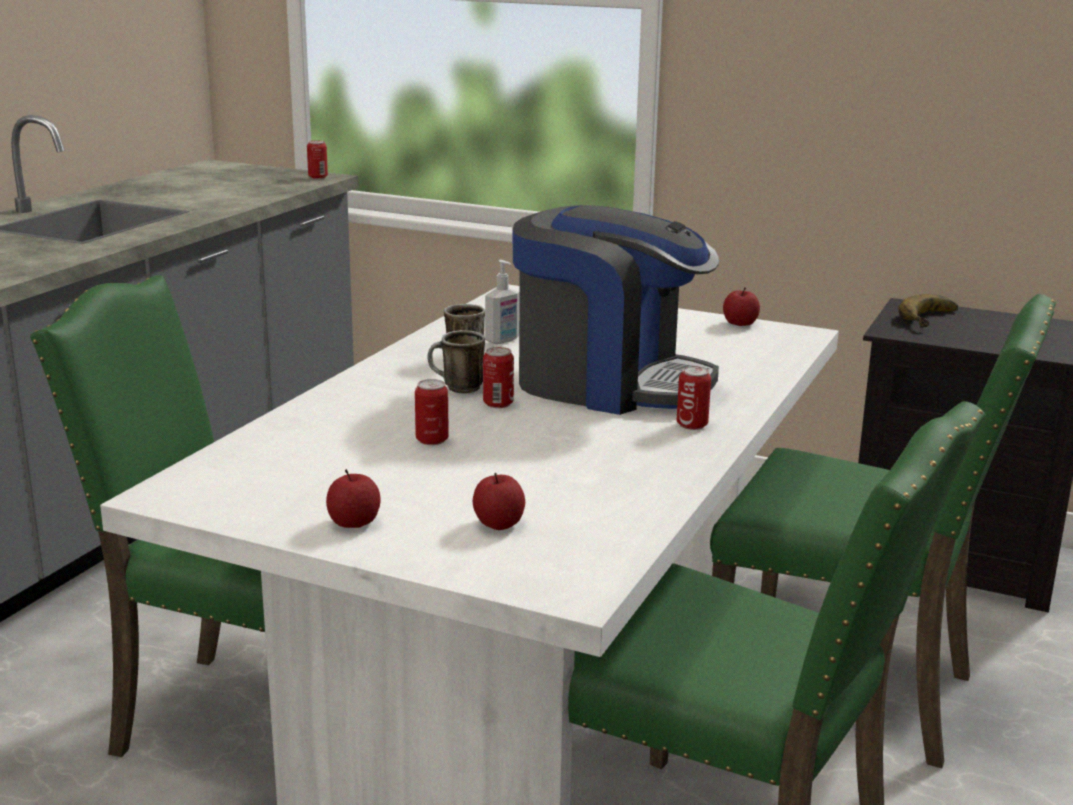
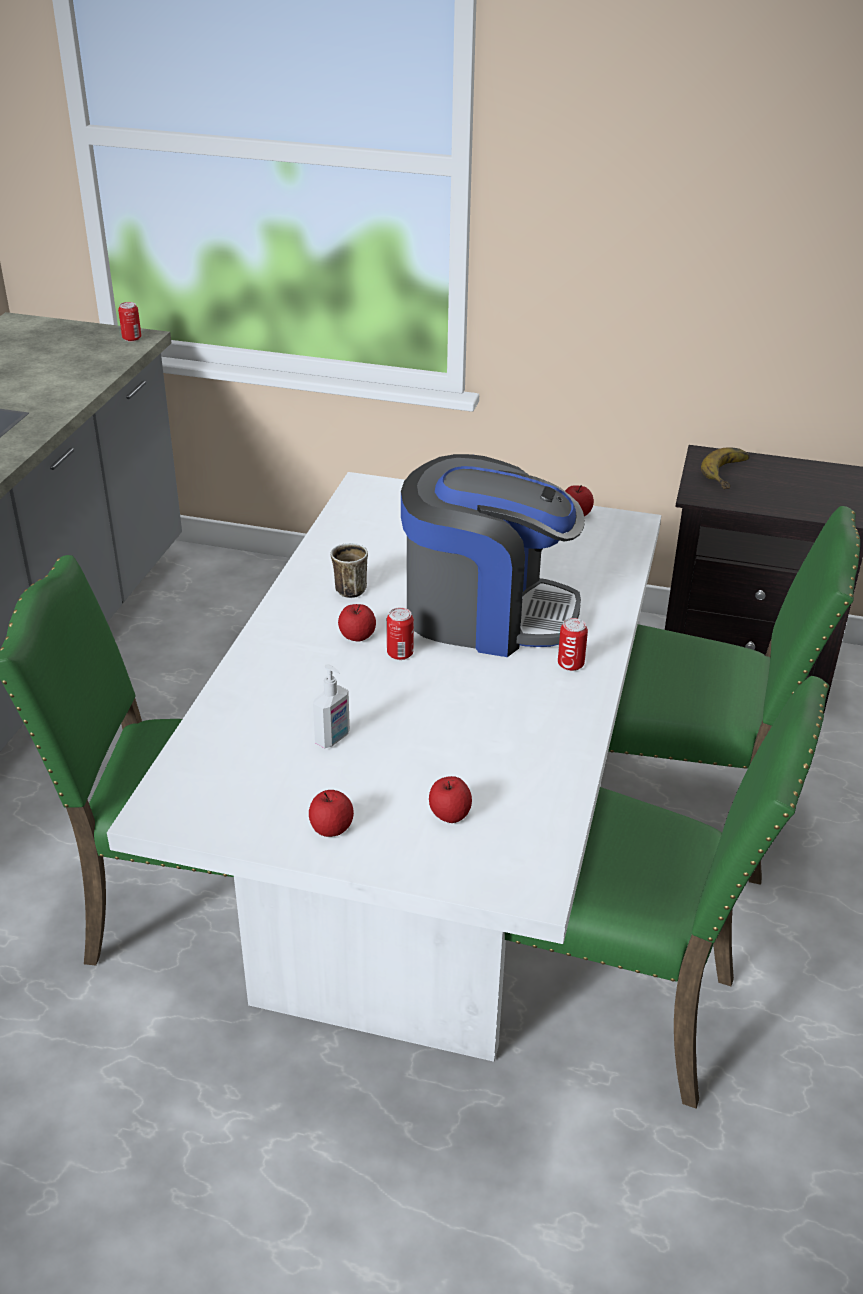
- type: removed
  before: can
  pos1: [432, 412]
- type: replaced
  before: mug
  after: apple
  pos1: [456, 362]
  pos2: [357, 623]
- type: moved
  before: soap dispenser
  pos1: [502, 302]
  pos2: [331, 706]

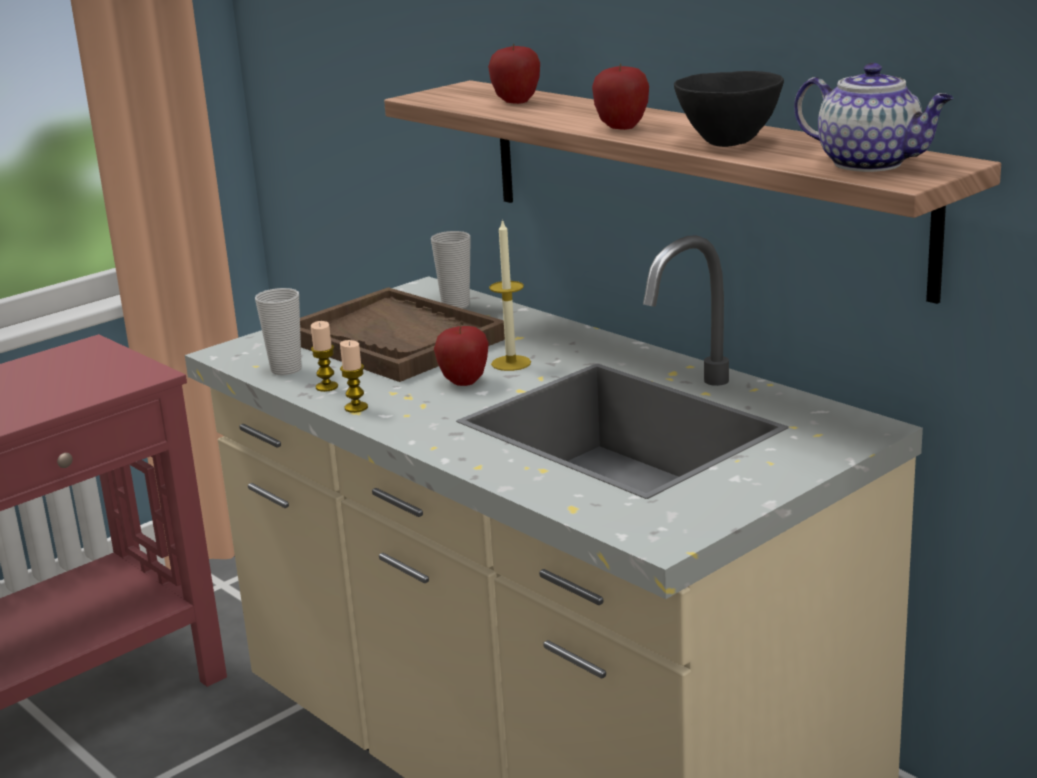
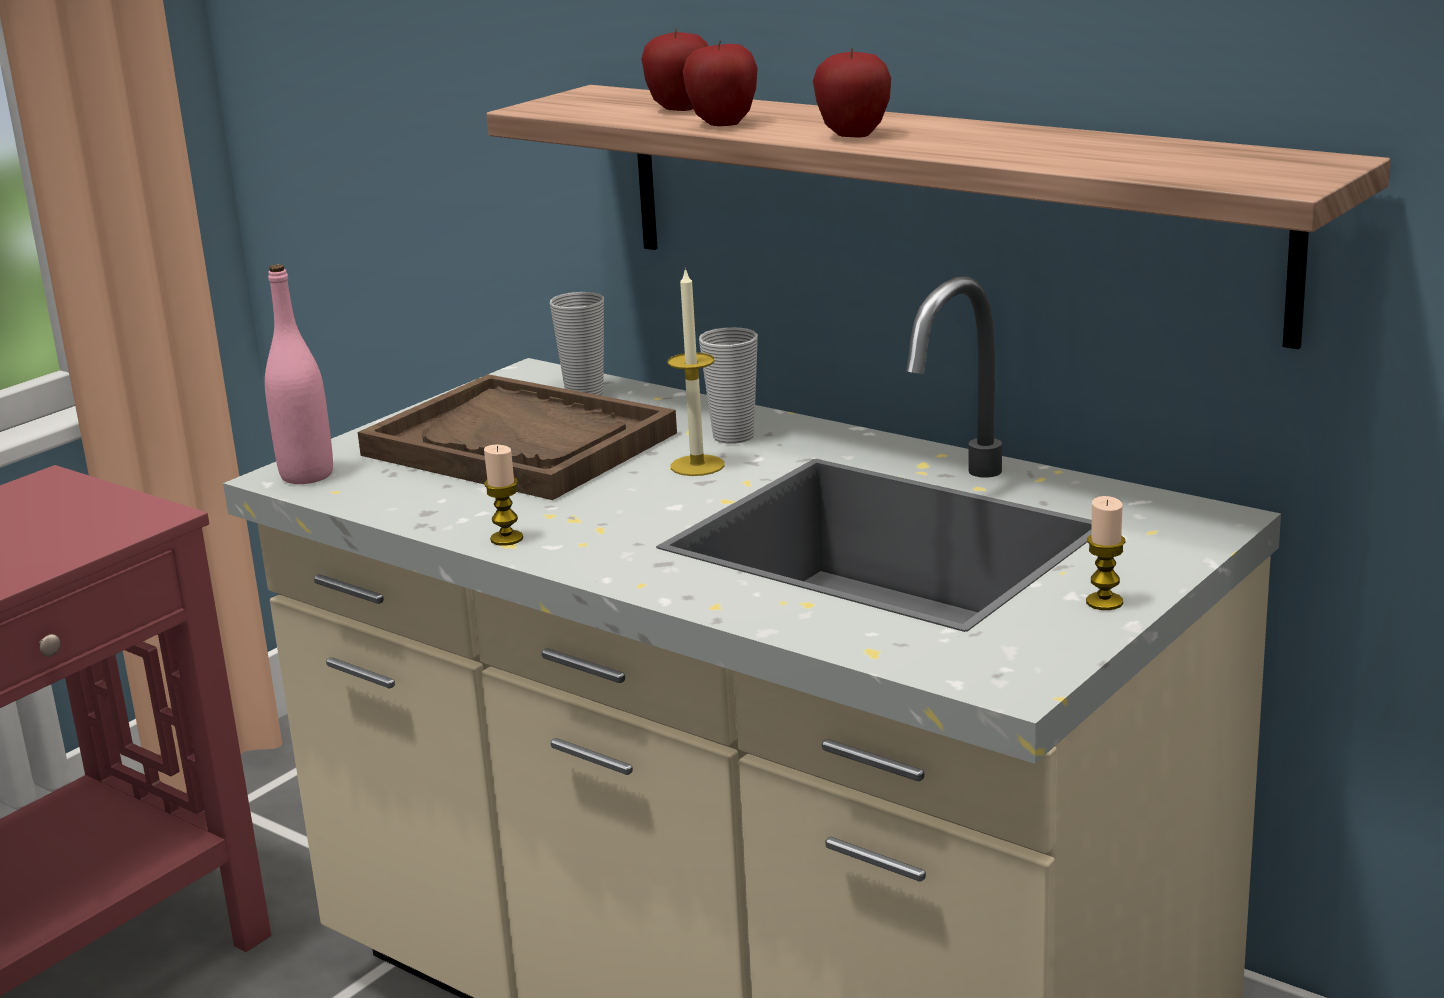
- type: moved
  before: cup
  pos1: [278, 331]
  pos2: [728, 385]
- type: moved
  before: candle
  pos1: [324, 356]
  pos2: [1105, 553]
- type: moved
  before: apple
  pos1: [461, 355]
  pos2: [720, 83]
- type: removed
  before: bowl in black
  pos1: [729, 109]
- type: removed
  before: teapot
  pos1: [874, 117]
- type: added
  after: bottle in pink
  pos2: [299, 374]

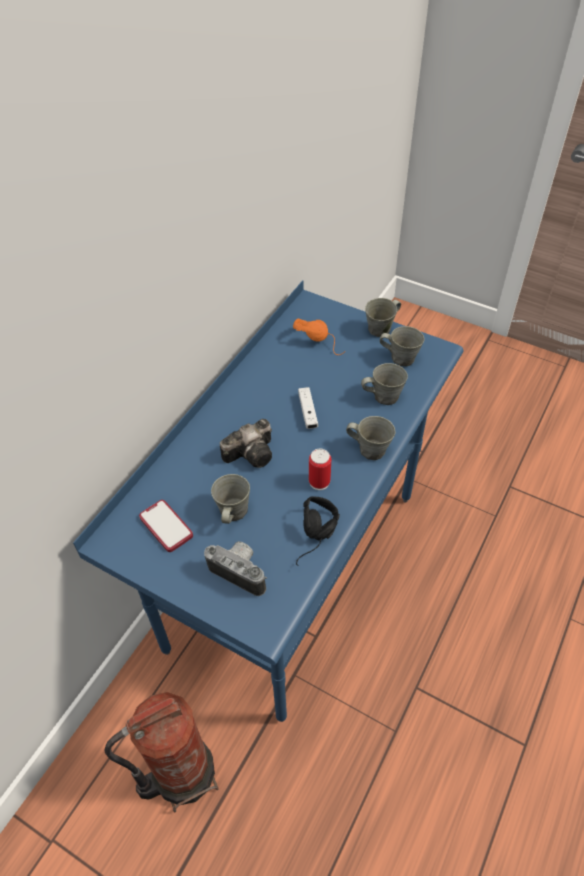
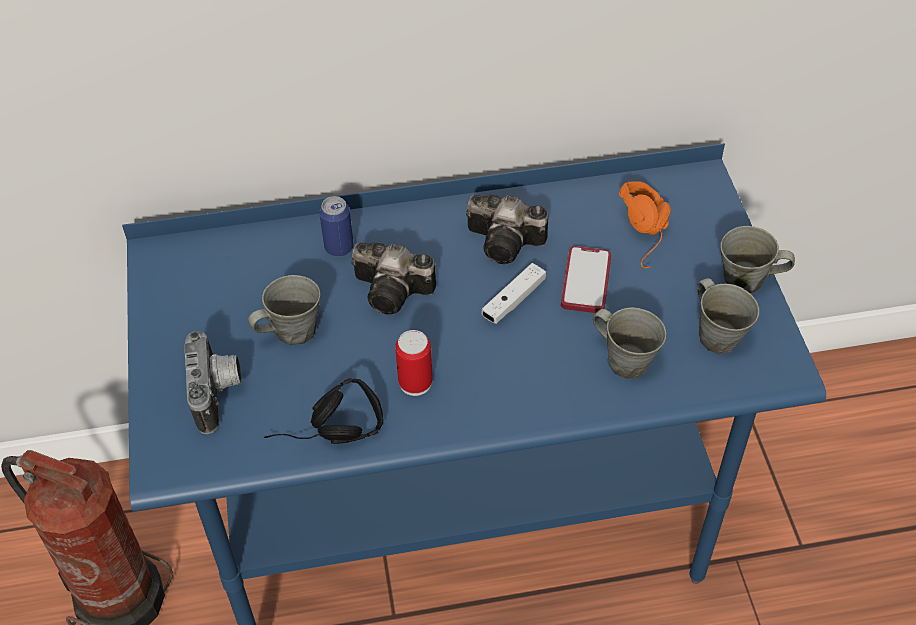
- type: moved
  before: phone
  pos1: [166, 526]
  pos2: [586, 279]
- type: removed
  before: mug in grey
  pos1: [370, 438]
- type: added
  after: can
  pos2: [336, 226]
- type: added
  after: photo camera
  pos2: [507, 229]

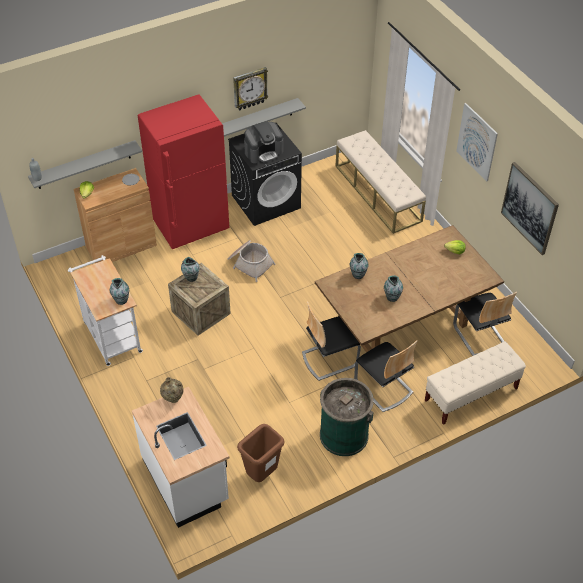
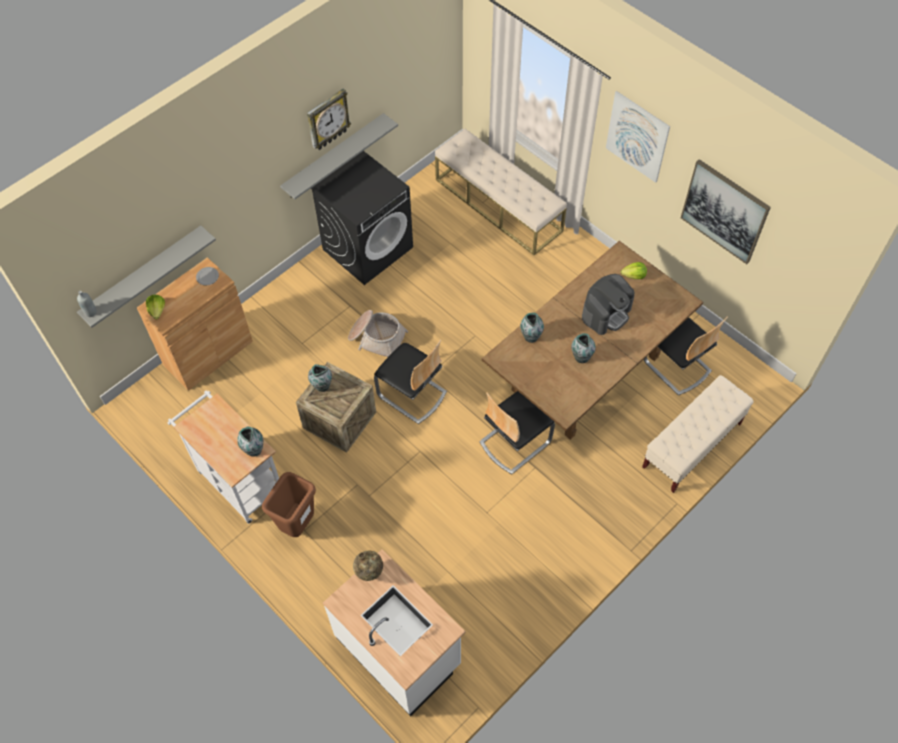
- type: removed
  before: fridge in red
  pos1: [183, 171]
- type: moved
  before: trash can in brown
  pos1: [260, 453]
  pos2: [289, 504]
- type: moved
  before: coffee machine
  pos1: [263, 142]
  pos2: [608, 304]
- type: removed
  before: trash can in green
  pos1: [347, 417]
- type: moved
  before: chair
  pos1: [386, 376]
  pos2: [410, 381]

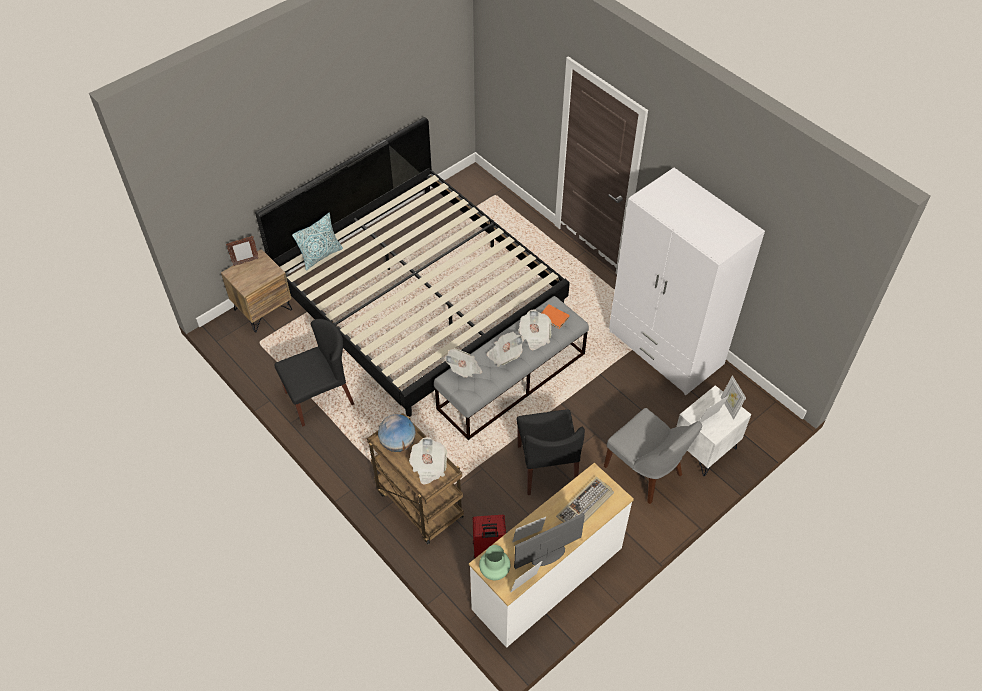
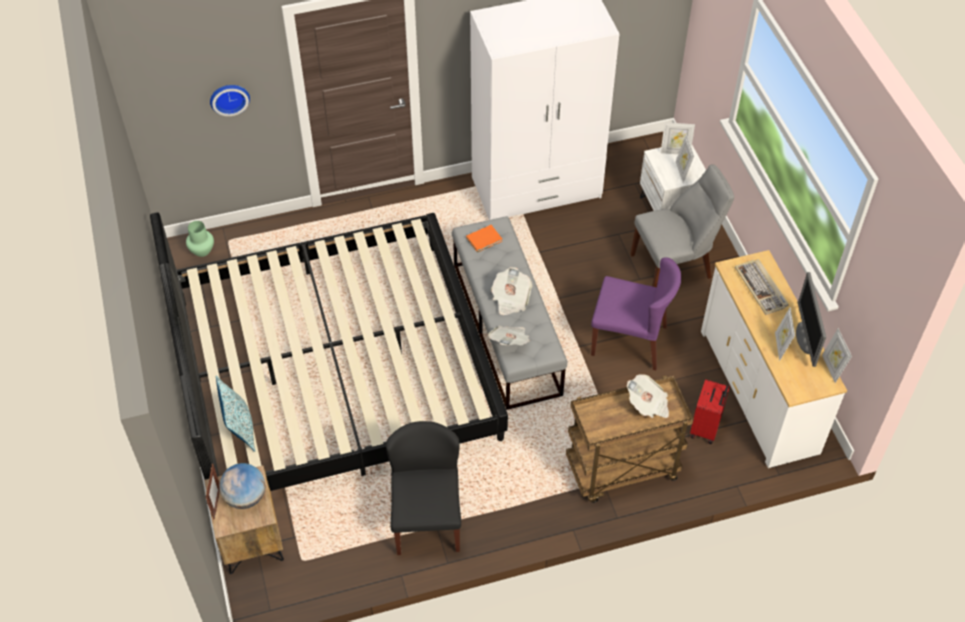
- type: moved
  before: globe
  pos1: [397, 433]
  pos2: [242, 486]
- type: moved
  before: vase in green
  pos1: [494, 562]
  pos2: [200, 239]
- type: recoloured
  before: chair in black
  after: chair in purple
  pos1: [551, 452]
  pos2: [636, 313]
- type: removed
  before: newspaper
  pos1: [534, 329]
- type: added
  after: wall clock
  pos2: [230, 100]

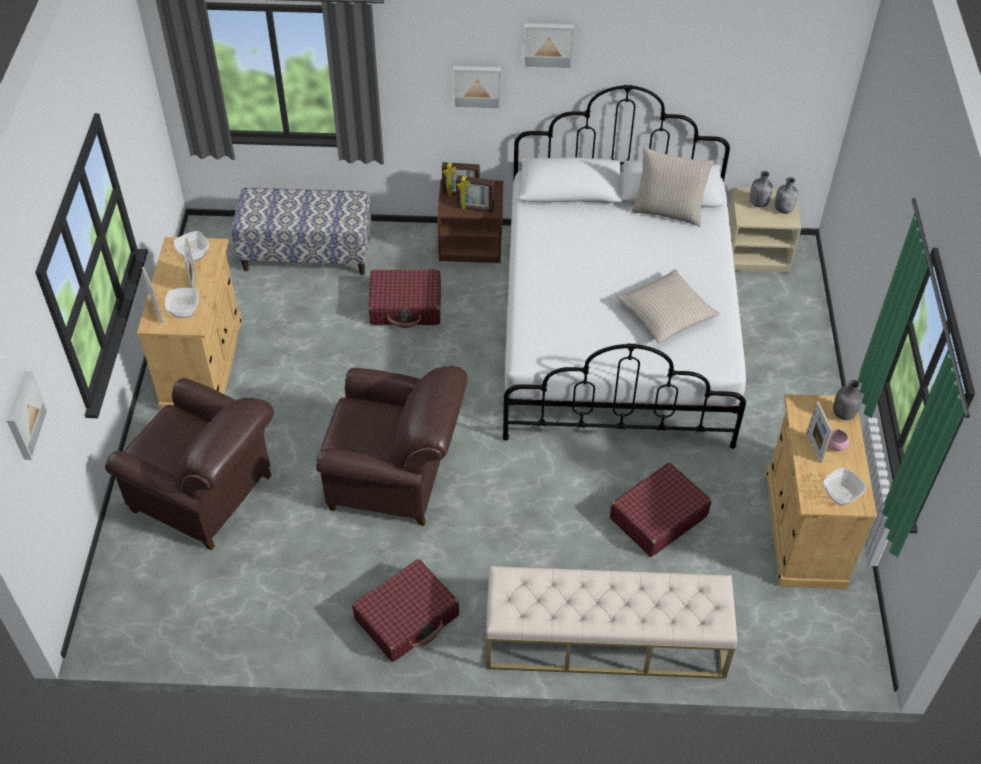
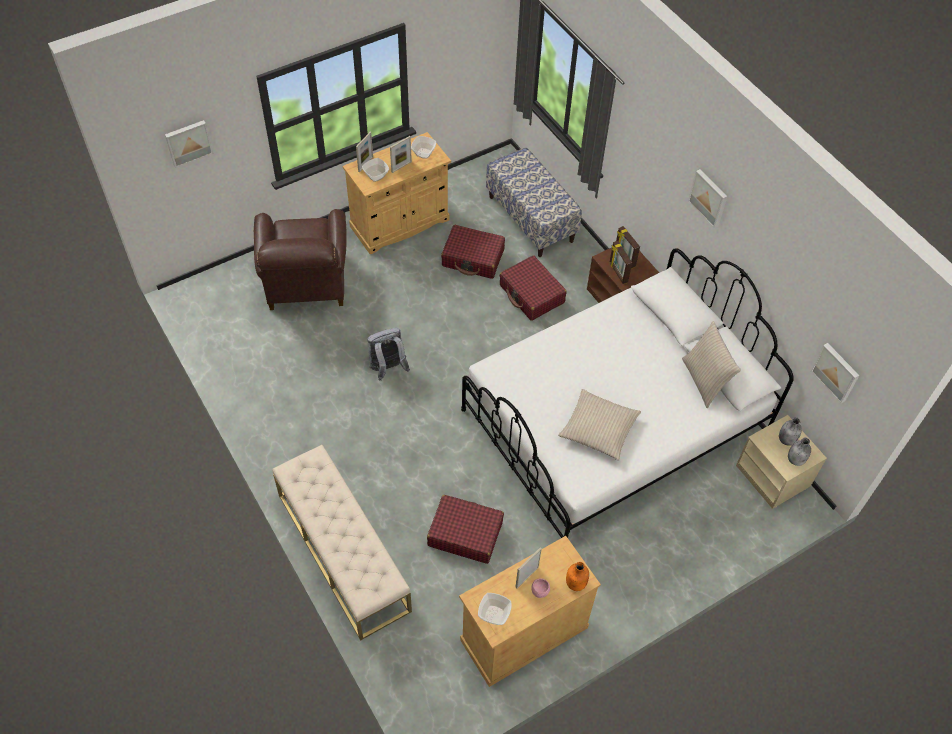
- type: replaced
  before: armchair in brown
  after: backpack in grey
  pos1: [392, 446]
  pos2: [388, 354]
- type: moved
  before: suitcase in red
  pos1: [405, 610]
  pos2: [473, 252]
- type: moved
  before: picture
  pos1: [477, 88]
  pos2: [835, 373]
- type: recoloured
  before: bottle in grey
  after: bottle in orange
  pos1: [847, 400]
  pos2: [577, 576]

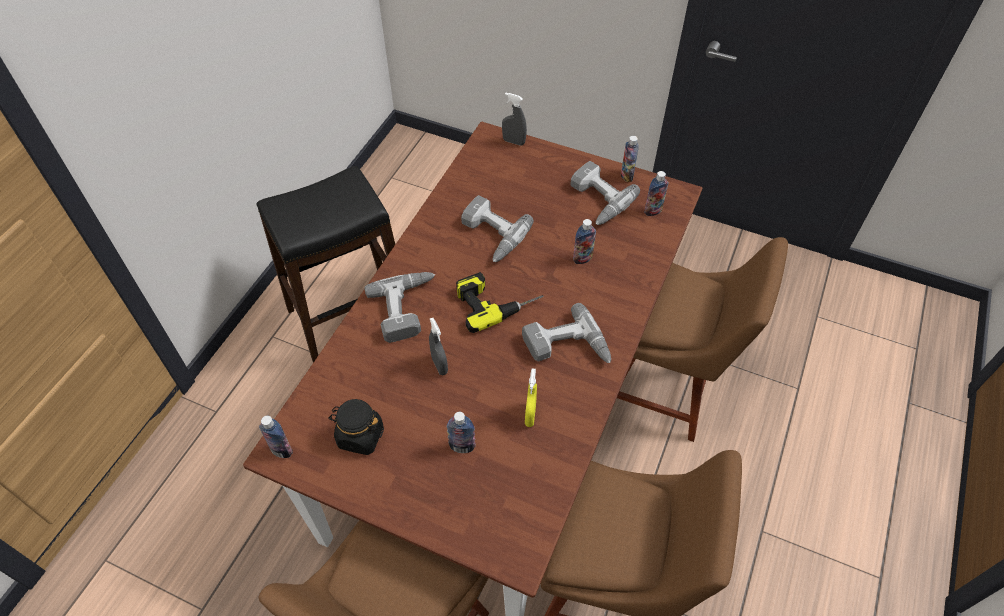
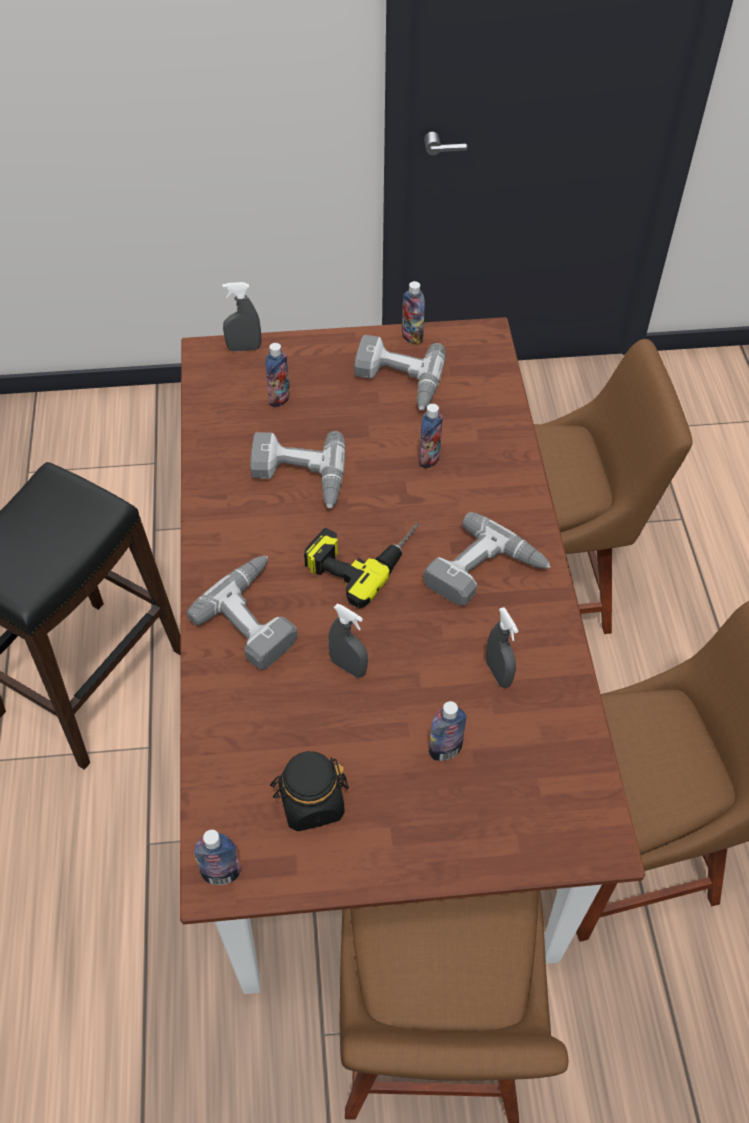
- type: recoloured
  before: spray bottle in yellow
  after: spray bottle in grey
  pos1: [531, 397]
  pos2: [502, 647]
- type: moved
  before: bottle
  pos1: [656, 193]
  pos2: [277, 375]

